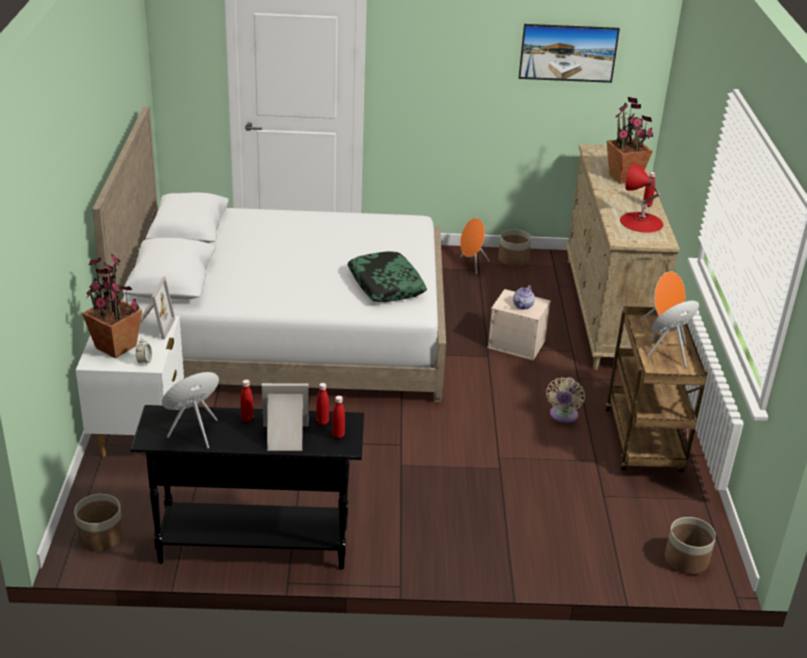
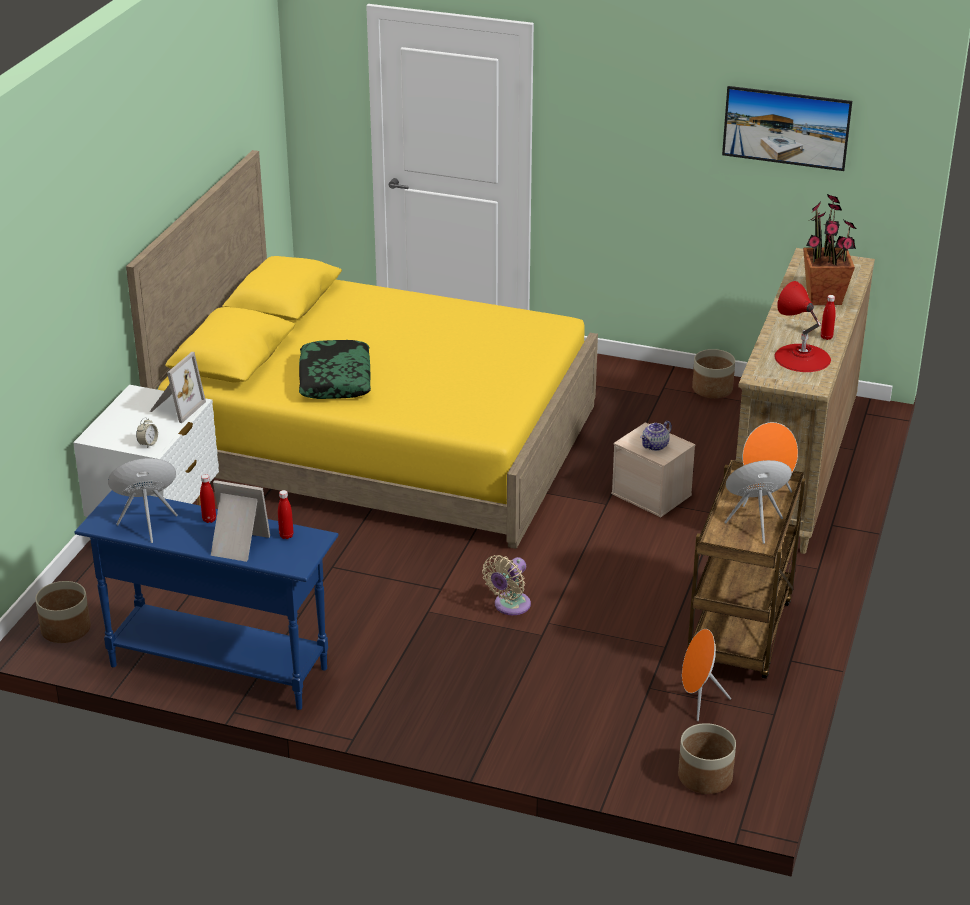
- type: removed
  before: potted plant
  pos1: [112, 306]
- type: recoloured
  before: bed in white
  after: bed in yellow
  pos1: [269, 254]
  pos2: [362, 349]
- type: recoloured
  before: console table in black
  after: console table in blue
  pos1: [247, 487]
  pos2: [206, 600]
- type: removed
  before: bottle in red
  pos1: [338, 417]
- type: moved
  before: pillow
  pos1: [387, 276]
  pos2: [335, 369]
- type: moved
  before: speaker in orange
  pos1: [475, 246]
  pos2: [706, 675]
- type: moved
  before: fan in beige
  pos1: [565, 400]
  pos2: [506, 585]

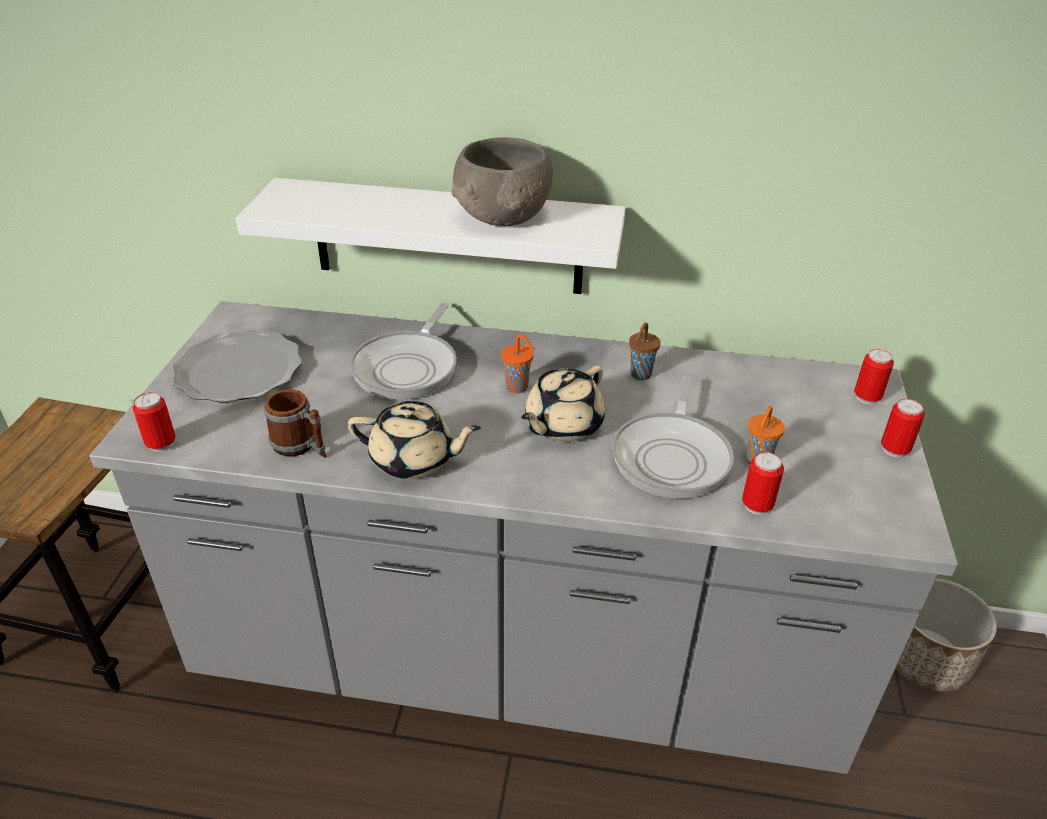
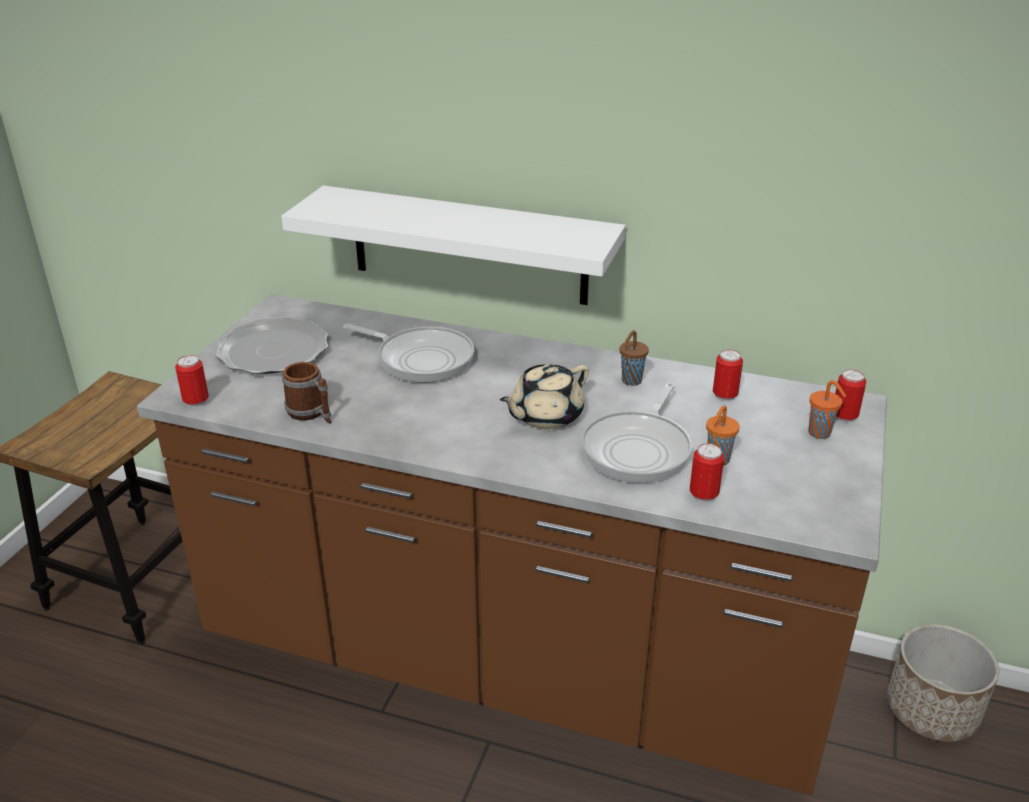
- type: recoloured
  before: counter in grey
  after: counter in brown
  pos1: [523, 537]
  pos2: [512, 544]
- type: removed
  before: teapot in beige
  pos1: [414, 440]
- type: turned
  before: frying pan
  pos1: [403, 351]
  pos2: [408, 353]
  turn: -90
- type: removed
  before: bowl in grey
  pos1: [502, 181]
- type: moved
  before: cup in orange
  pos1: [518, 363]
  pos2: [827, 409]
- type: moved
  before: can
  pos1: [903, 428]
  pos2: [728, 375]

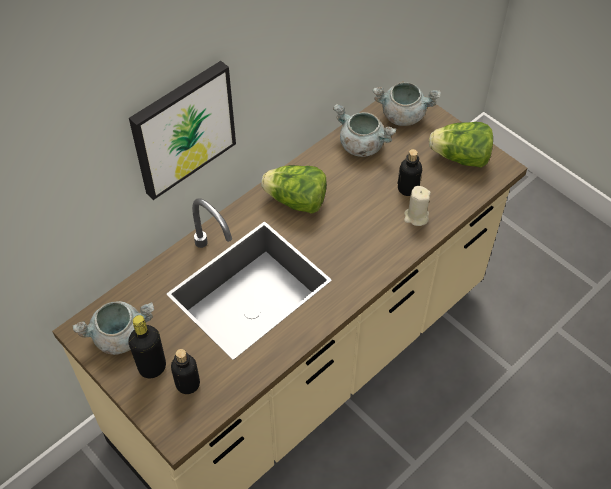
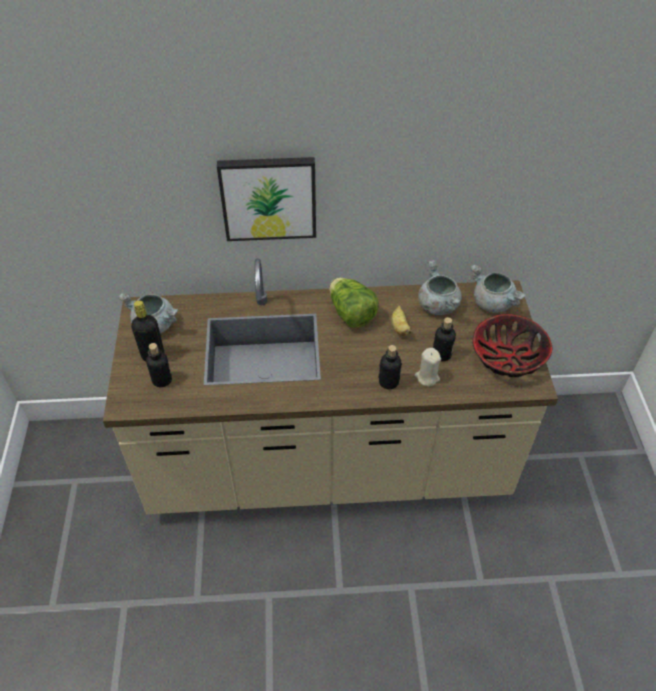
- type: replaced
  before: lettuce
  after: bowl
  pos1: [461, 145]
  pos2: [512, 345]
- type: added
  after: bottle
  pos2: [390, 367]
- type: added
  after: banana
  pos2: [401, 320]

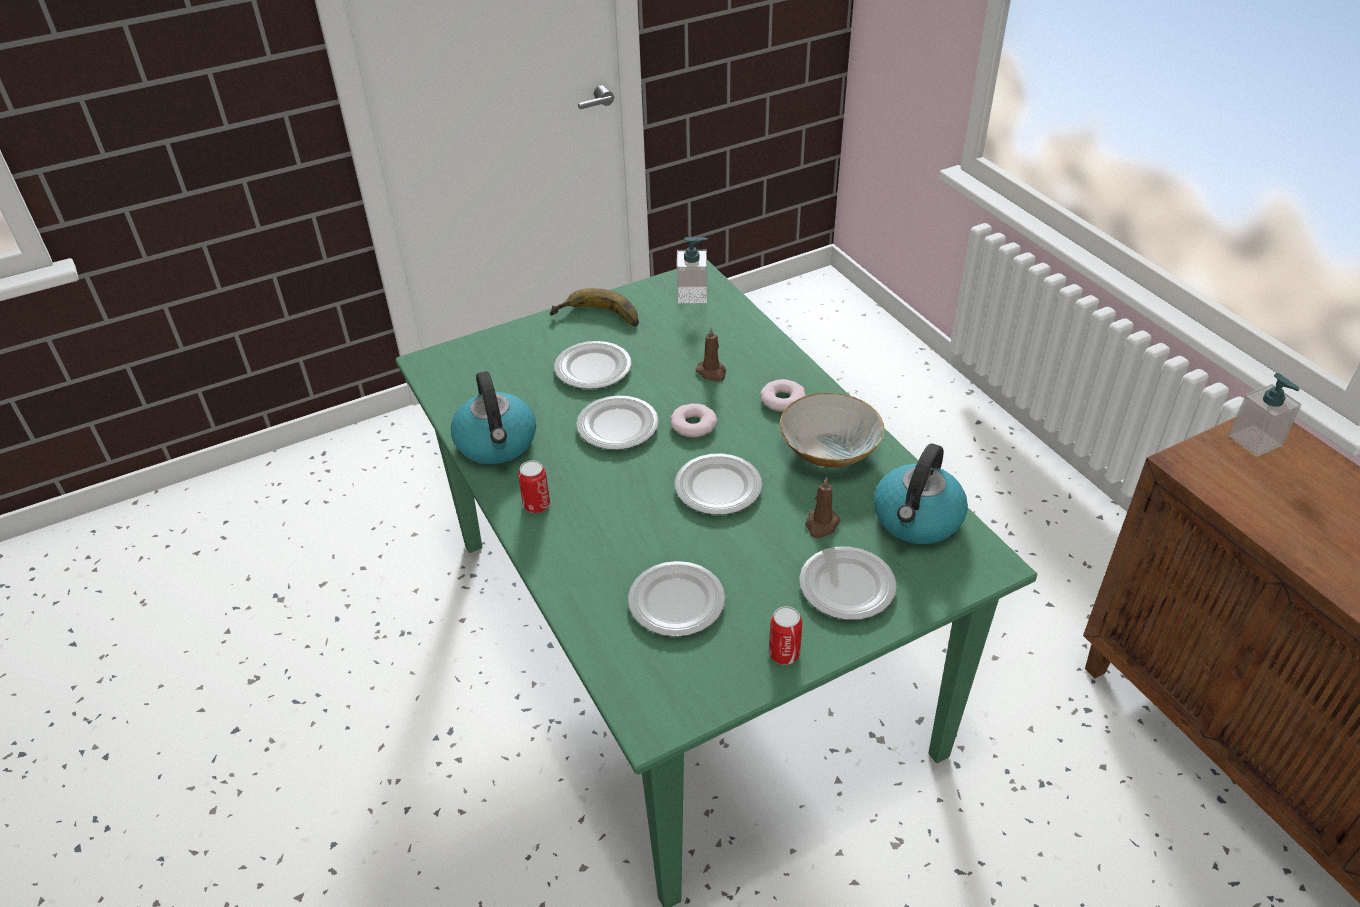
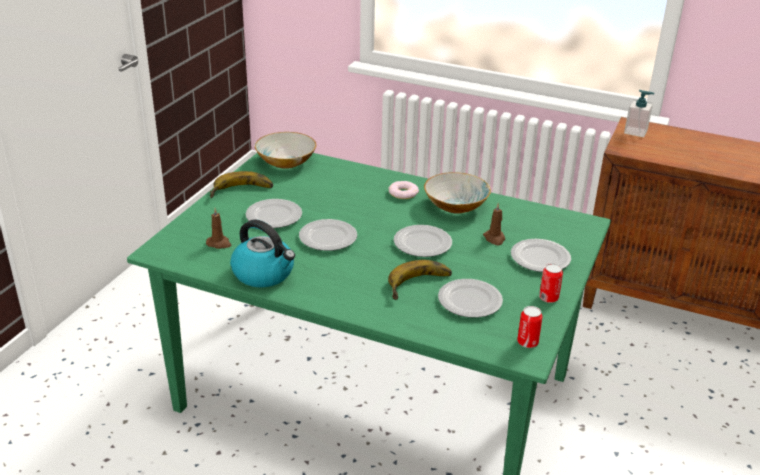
- type: moved
  before: can
  pos1: [534, 486]
  pos2: [529, 327]
- type: removed
  before: donut
  pos1: [694, 420]
- type: replaced
  before: soap dispenser
  after: bowl
  pos1: [692, 270]
  pos2: [285, 150]
- type: moved
  before: candle in brown
  pos1: [711, 354]
  pos2: [218, 228]
- type: removed
  before: kettle
  pos1: [921, 494]
- type: added
  after: banana
  pos2: [420, 280]

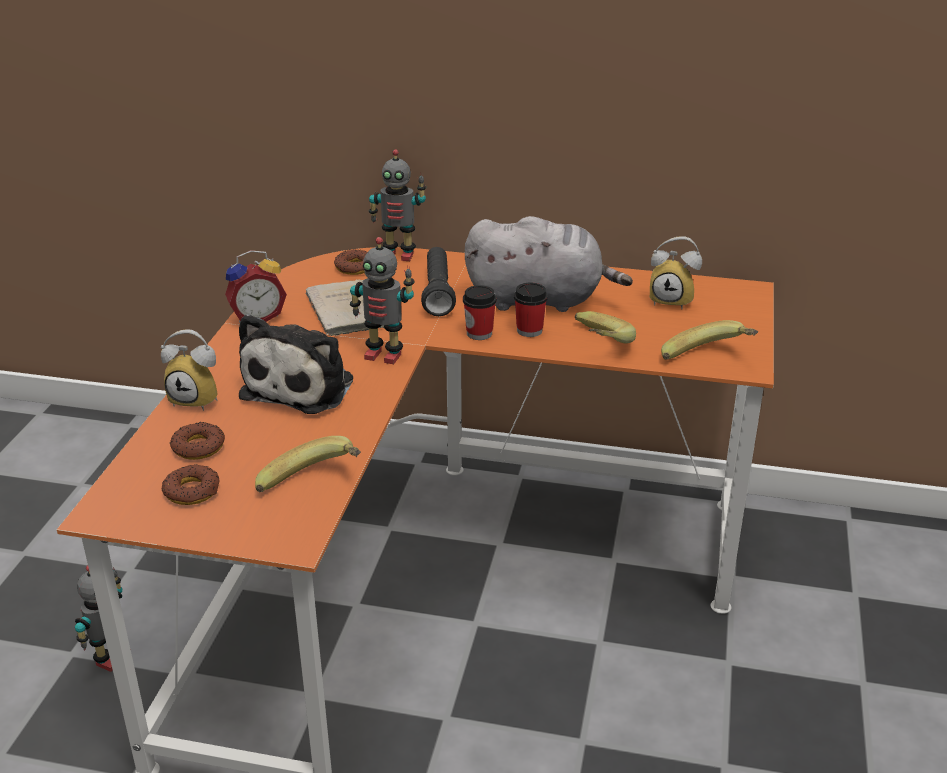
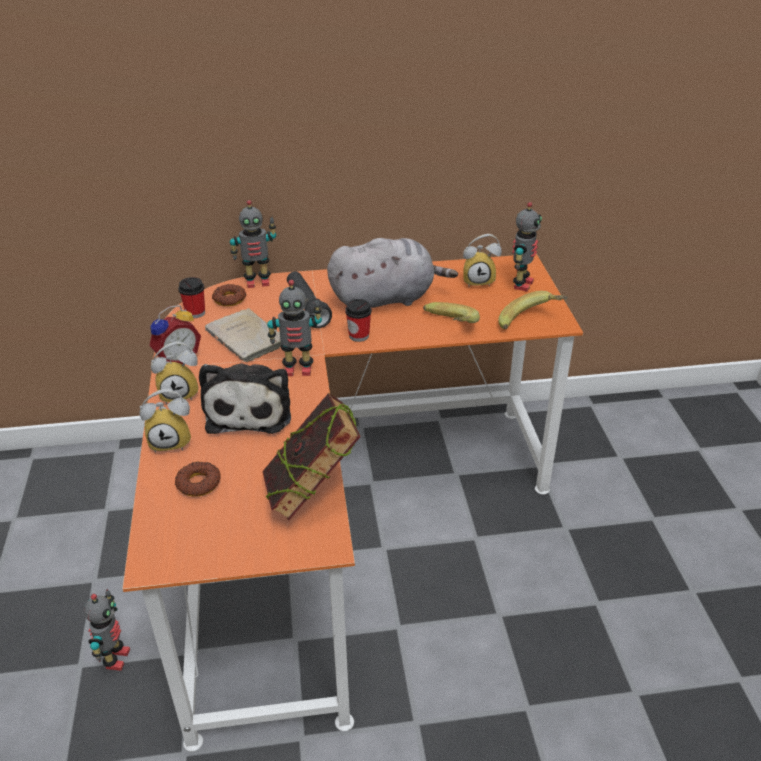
- type: removed
  before: donut
  pos1: [191, 484]
- type: replaced
  before: banana
  after: book
  pos1: [308, 464]
  pos2: [311, 457]
- type: moved
  before: cup
  pos1: [531, 310]
  pos2: [191, 297]
- type: added
  after: alarm clock
  pos2: [175, 372]
- type: added
  after: toy robot
  pos2: [527, 247]

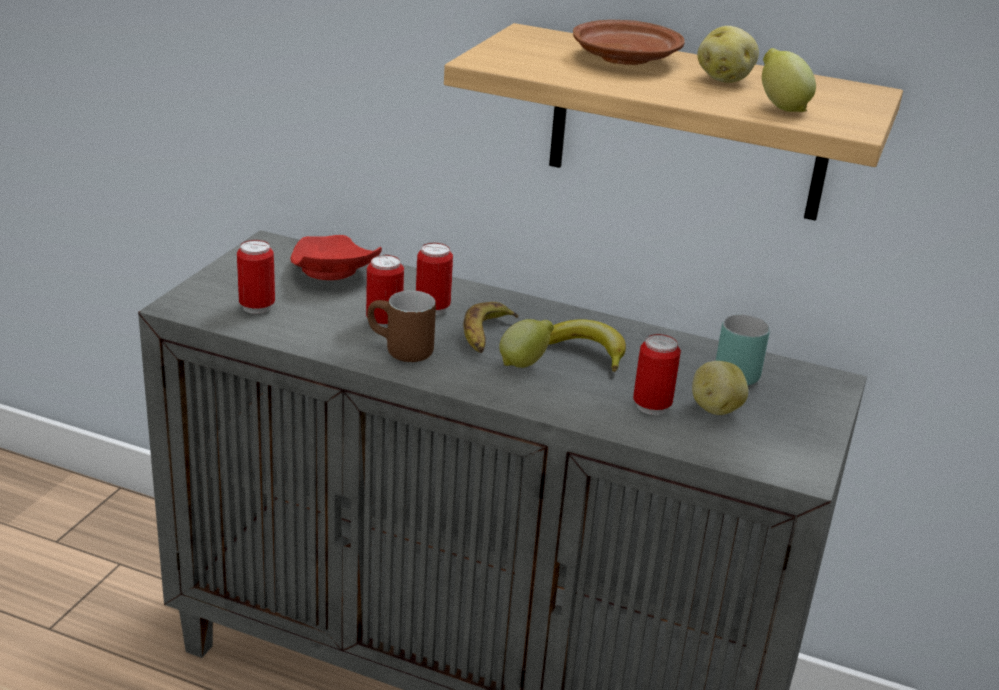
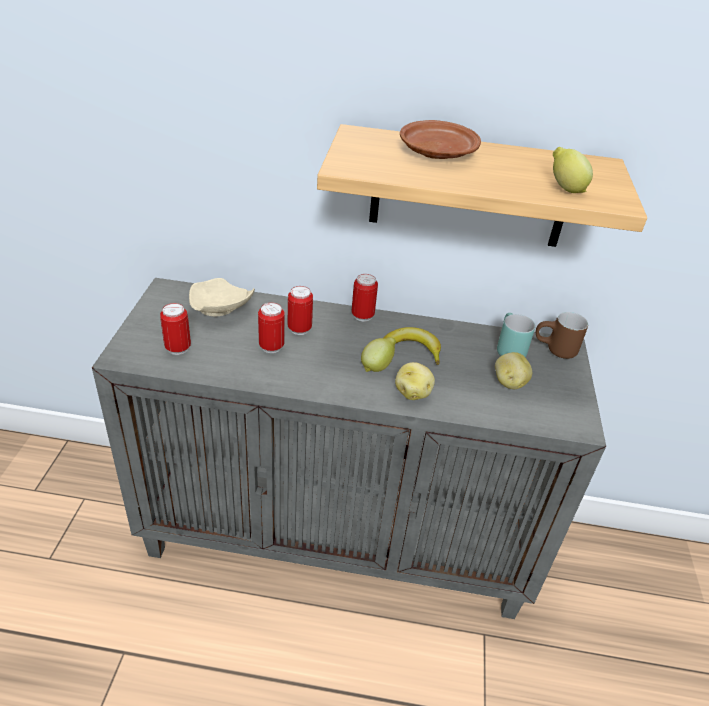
- type: recoloured
  before: plate in red
  after: plate in beige
  pos1: [336, 257]
  pos2: [222, 297]
- type: moved
  before: mug in brown
  pos1: [401, 326]
  pos2: [562, 335]
- type: removed
  before: banana
  pos1: [490, 327]
- type: moved
  before: can
  pos1: [657, 374]
  pos2: [364, 298]
- type: moved
  before: potato
  pos1: [728, 54]
  pos2: [415, 381]

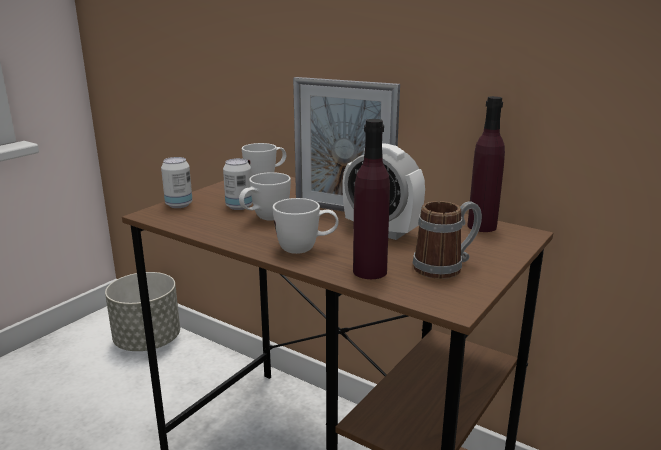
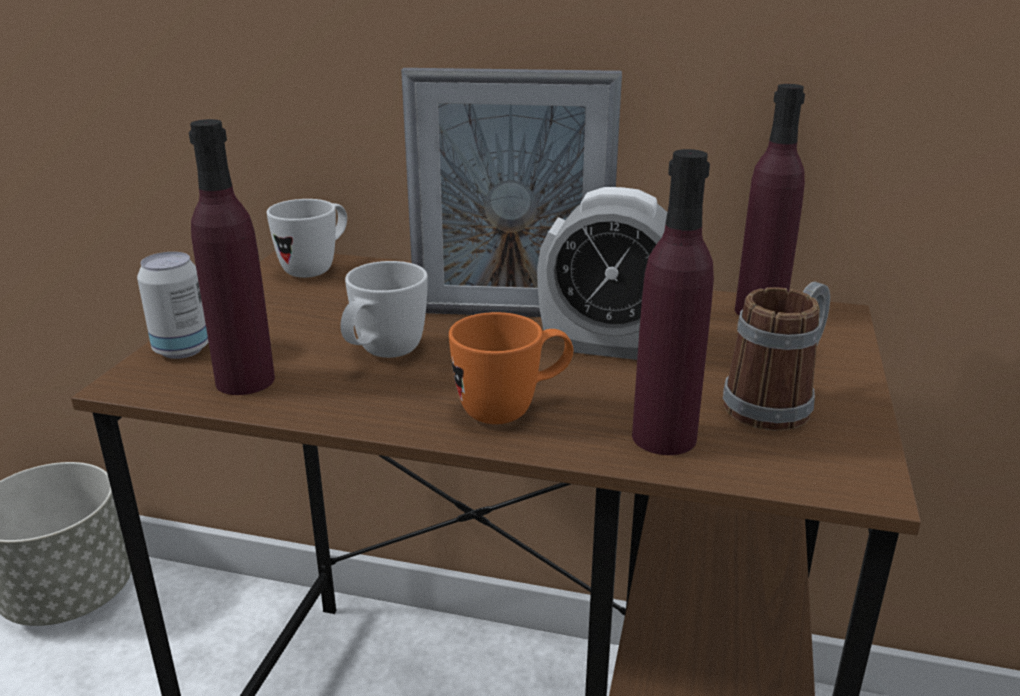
- type: removed
  before: can
  pos1: [238, 184]
- type: recoloured
  before: mug in white
  after: mug in orange
  pos1: [306, 226]
  pos2: [511, 368]
- type: added
  after: bottle in purple
  pos2: [232, 257]

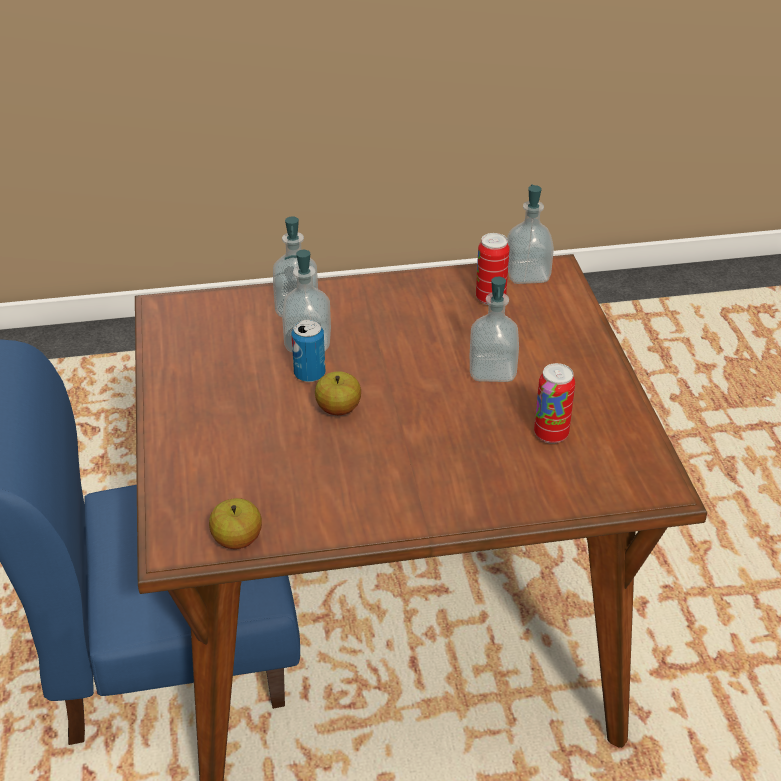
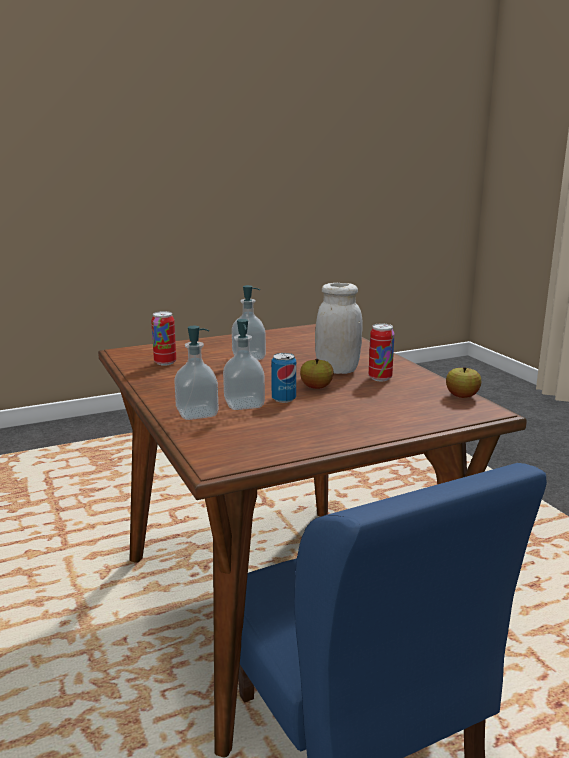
- type: removed
  before: soap dispenser
  pos1: [530, 234]
- type: moved
  before: can
  pos1: [554, 403]
  pos2: [382, 352]
- type: added
  after: jar in white
  pos2: [339, 328]

